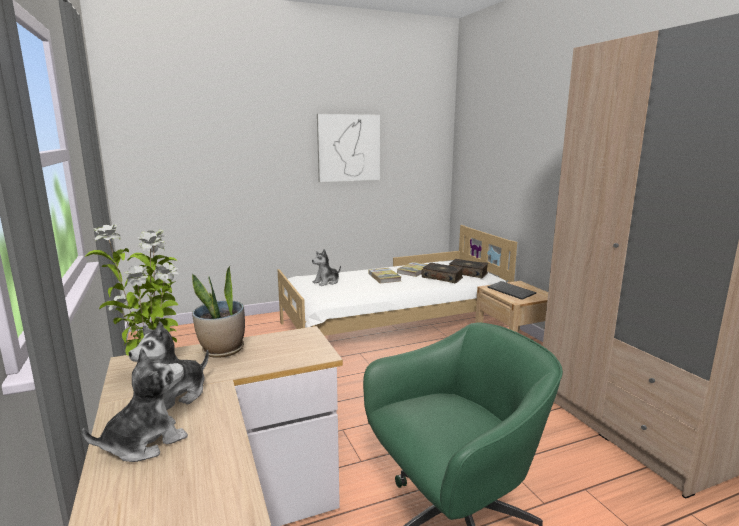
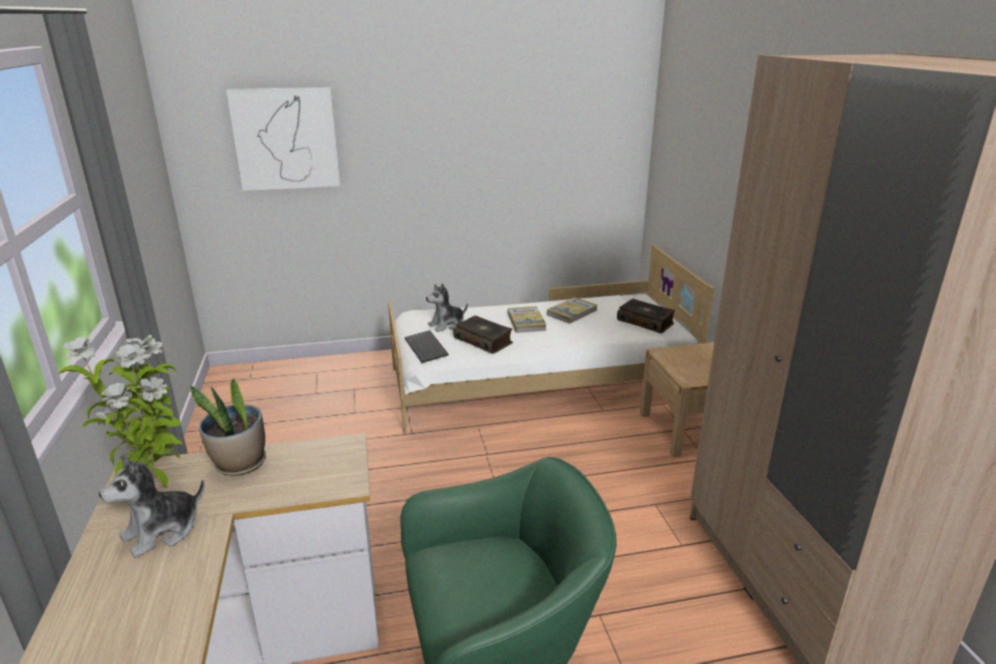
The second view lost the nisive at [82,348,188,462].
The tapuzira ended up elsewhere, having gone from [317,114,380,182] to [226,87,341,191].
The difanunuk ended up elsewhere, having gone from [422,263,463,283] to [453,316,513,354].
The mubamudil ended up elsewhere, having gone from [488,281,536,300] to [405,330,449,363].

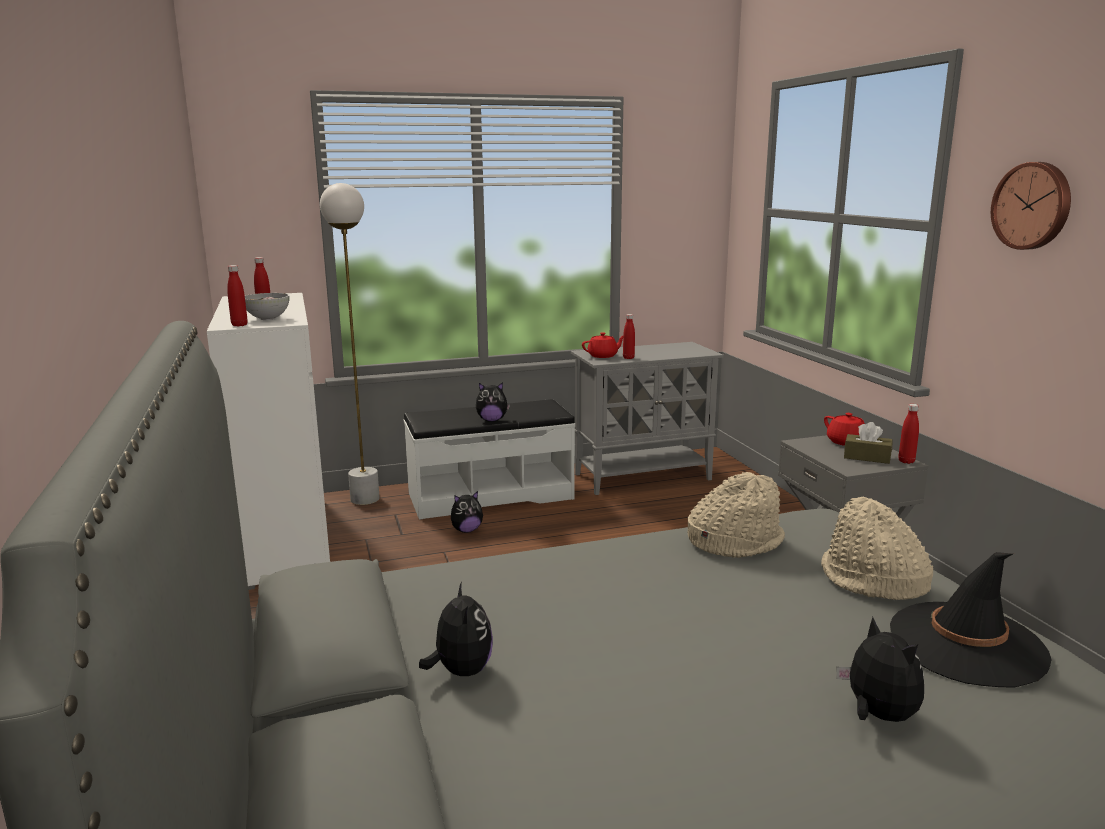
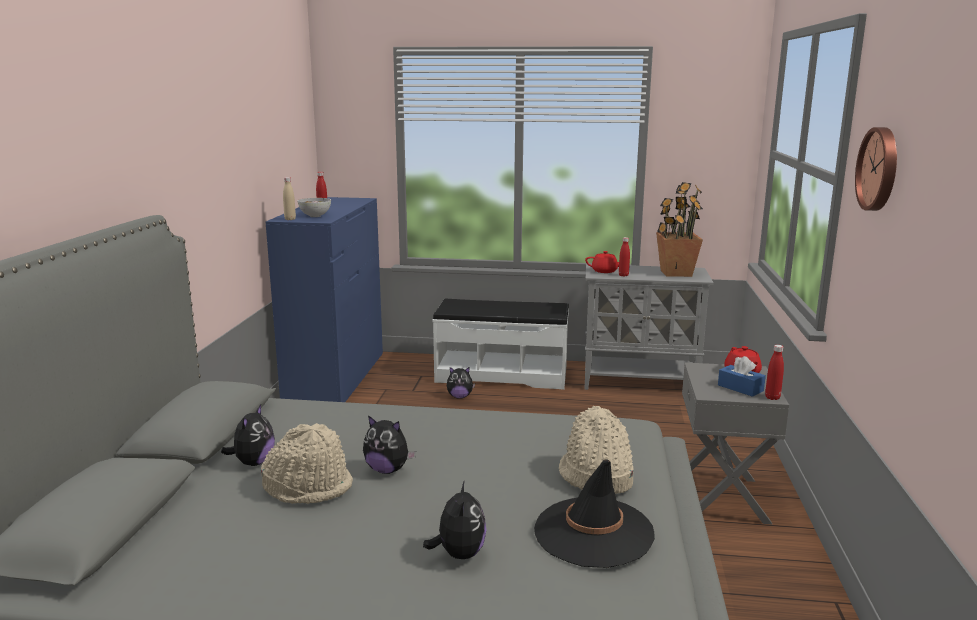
What was the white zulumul at [207,293,330,590] turned into the blue zulumul at [266,197,383,402].
What was the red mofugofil at [227,265,248,326] turned into the beige mofugofil at [283,177,296,220].
The second view lost the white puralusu at [320,183,380,505].
The nisive ended up elsewhere, having gone from [476,382,510,422] to [363,415,416,474].
The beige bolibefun ended up elsewhere, having gone from [688,472,785,558] to [261,423,353,504].
What was the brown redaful at [844,422,893,464] turned into the blue redaful at [718,356,766,397].
The second view gained the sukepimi at [656,182,703,277].

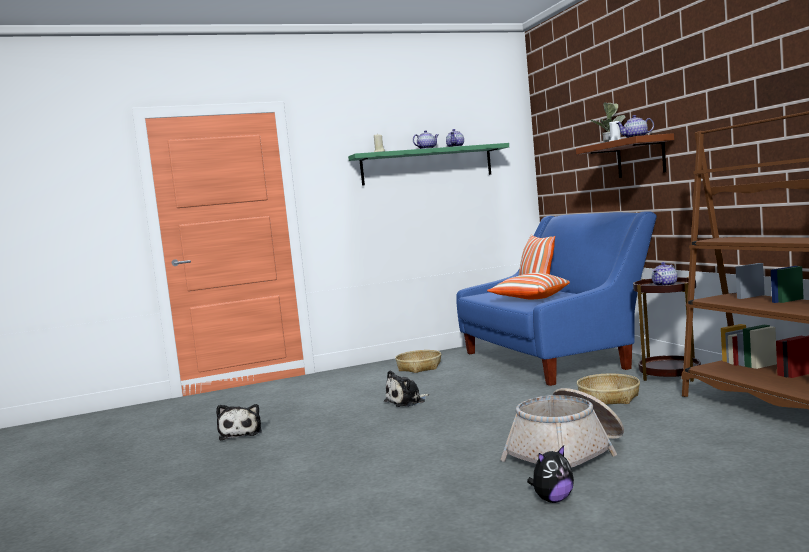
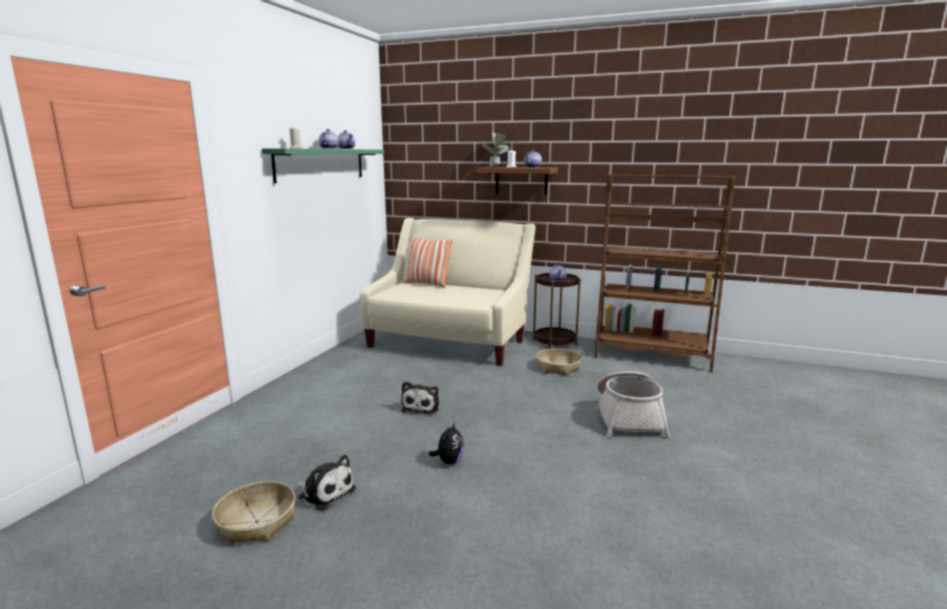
The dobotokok ended up elsewhere, having gone from [395,350,441,373] to [212,481,295,545].
What was the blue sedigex at [456,211,657,386] turned into the beige sedigex at [360,218,536,366].
The second view lost the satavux at [487,273,570,299].
The nisive ended up elsewhere, having gone from [527,445,574,503] to [429,422,464,464].

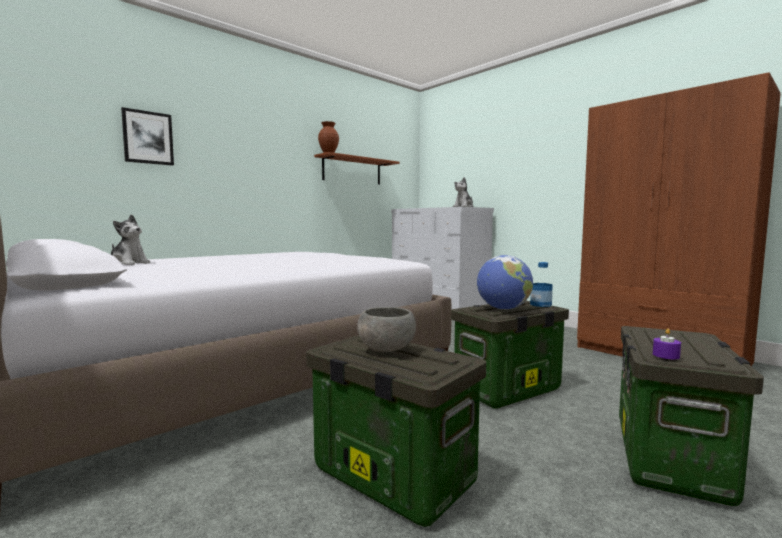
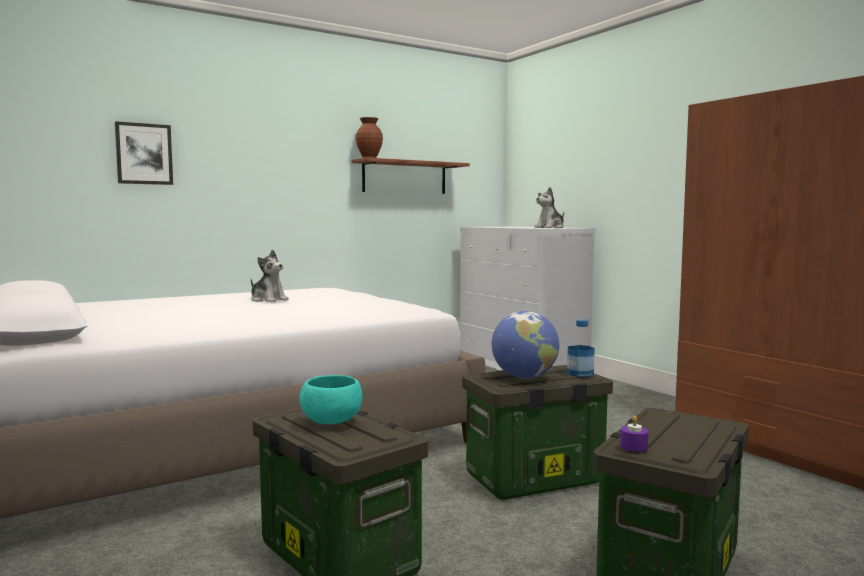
The nisive ended up elsewhere, having gone from [111,214,150,265] to [251,250,289,302].
What was the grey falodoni at [357,307,416,352] turned into the turquoise falodoni at [300,375,362,424].

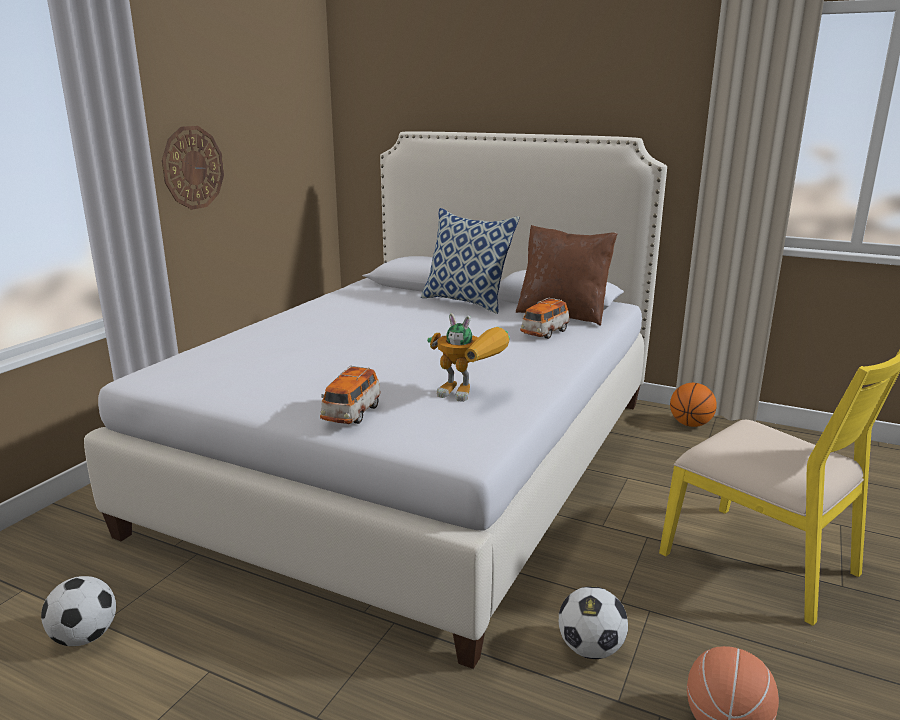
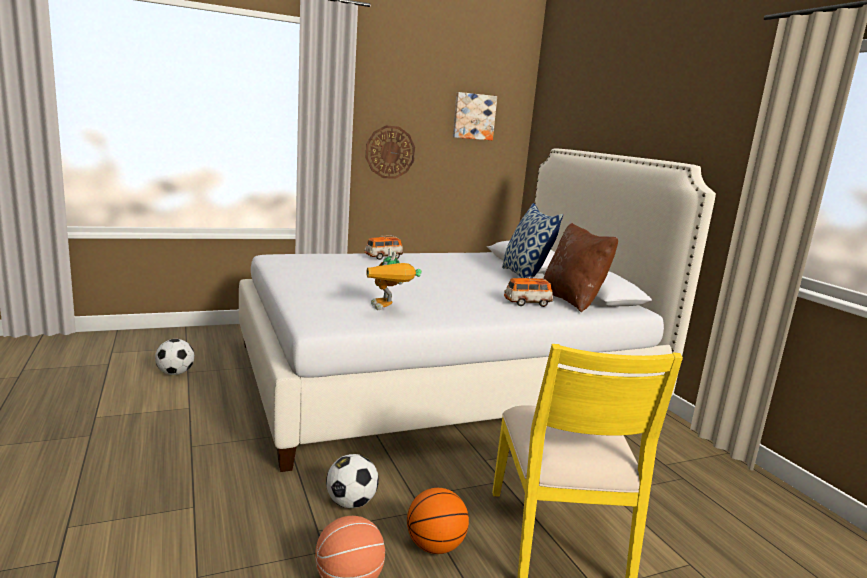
The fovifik ended up elsewhere, having gone from [320,365,381,424] to [364,235,403,260].
The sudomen ended up elsewhere, having gone from [670,383,717,427] to [407,488,469,554].
The second view gained the tapuzira at [453,92,497,140].

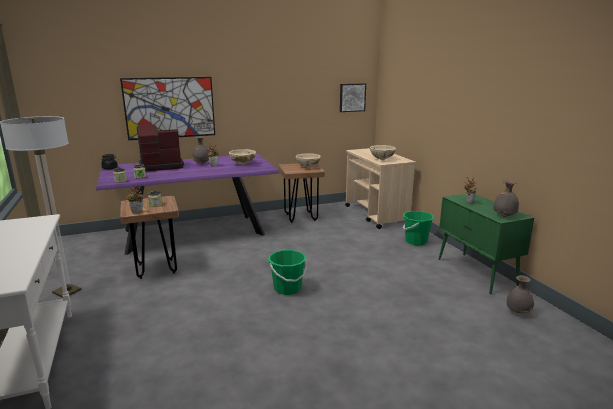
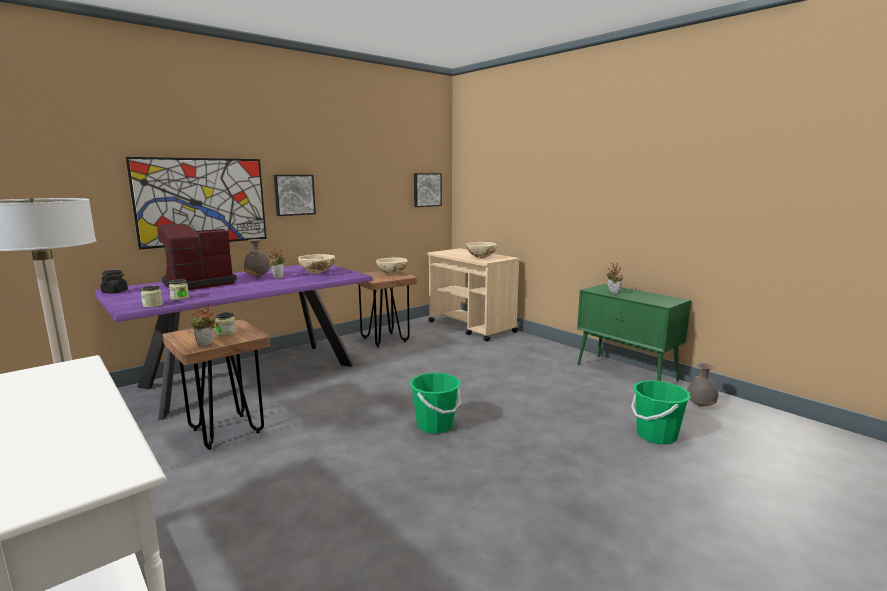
The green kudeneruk ended up elsewhere, having gone from [403,211,434,245] to [631,380,691,444].
The second view lost the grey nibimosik at [494,180,519,217].
The second view gained the tapuzira at [274,175,316,216].

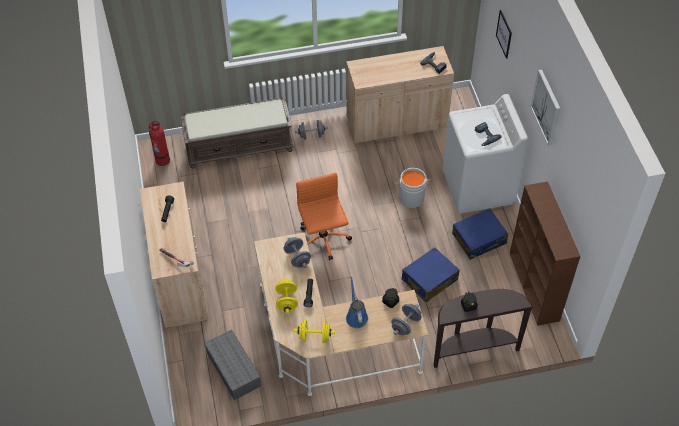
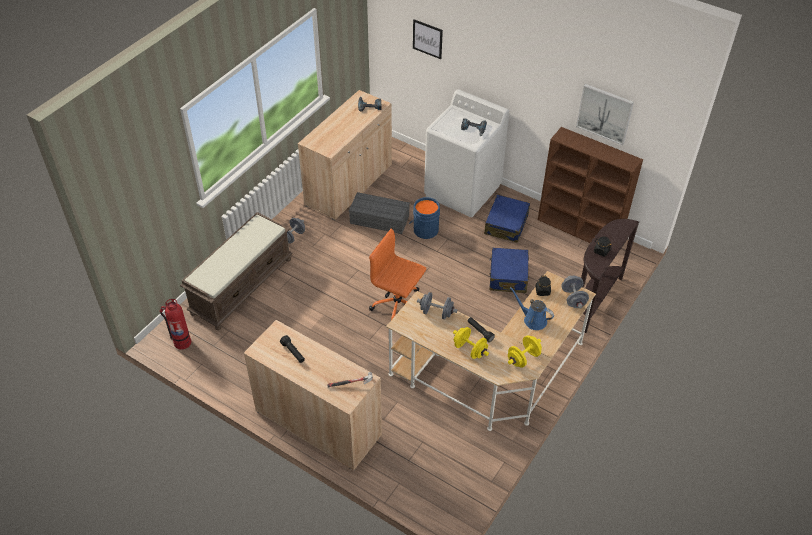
The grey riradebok ended up elsewhere, having gone from [204,330,261,400] to [349,192,410,234].
What was the grey kudeneruk at [394,168,430,208] turned into the blue kudeneruk at [409,197,440,239].
The tapuzira ended up elsewhere, having gone from [531,70,560,145] to [576,84,634,145].

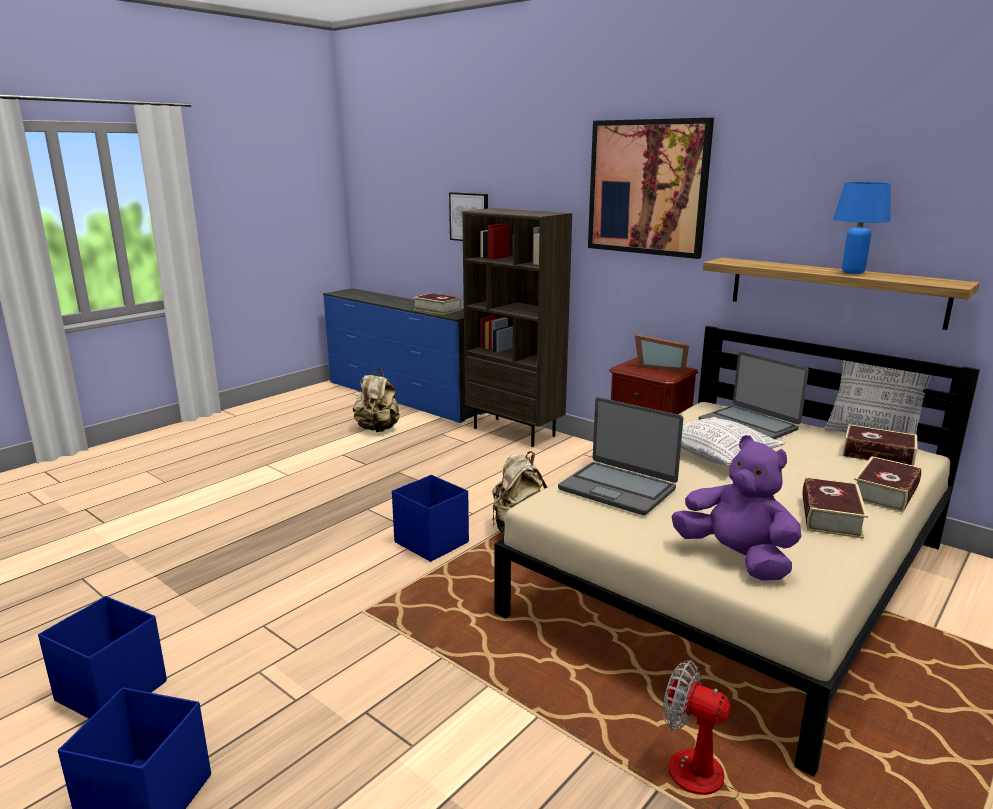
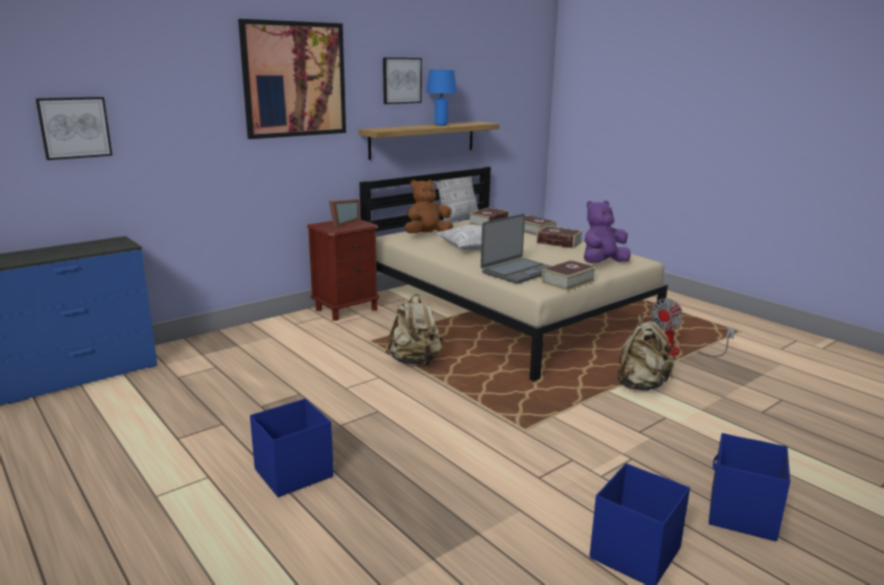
The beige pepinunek ended up elsewhere, having gone from [353,369,400,432] to [617,315,674,391].
The blue riradebok ended up elsewhere, having gone from [392,475,469,562] to [250,399,334,497].
The difanunuk ended up elsewhere, having gone from [413,293,462,315] to [542,260,597,291].
The second view lost the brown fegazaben at [462,208,572,447].
Where the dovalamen stood at [699,352,809,439], the brown nisive came to stand at [405,180,453,233].
The second view gained the tapuzira at [383,58,422,104].

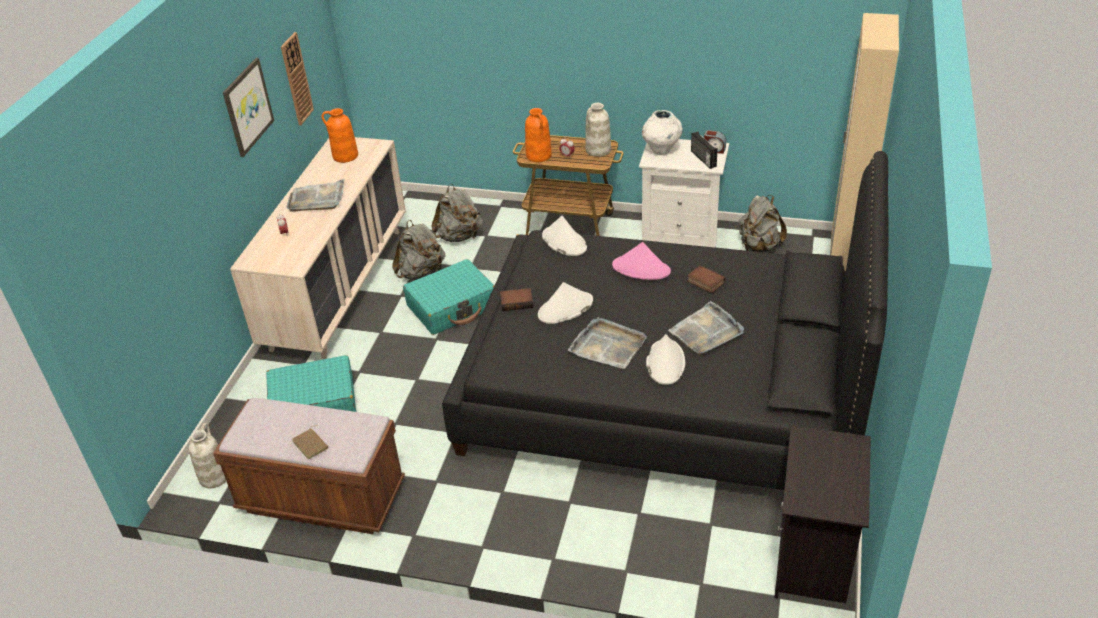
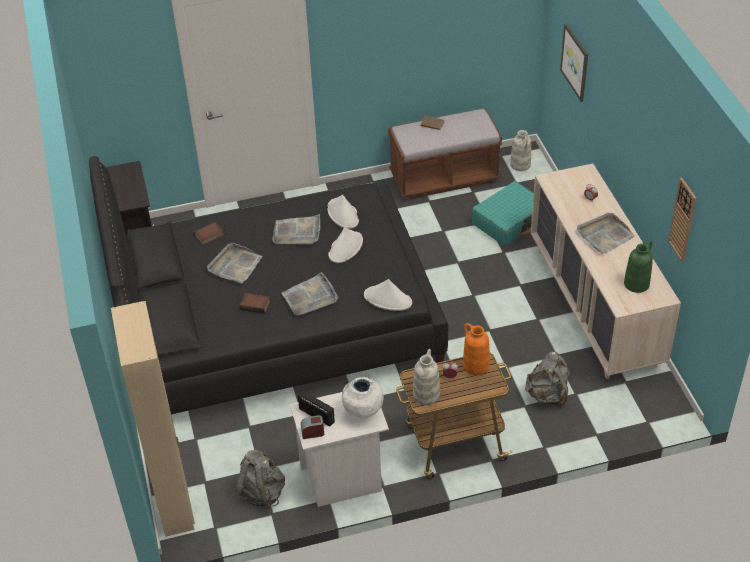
The tapuzira ended up elsewhere, having gone from [223,58,274,157] to [560,23,588,102].
What was the orange nibimosik at [322,108,358,163] turned into the green nibimosik at [624,241,653,293].
The second view lost the grey pepinunek at [392,220,445,280].
The second view lost the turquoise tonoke at [403,259,495,335].
The difanunuk ended up elsewhere, having gone from [500,288,533,311] to [194,222,224,245].
Where the pink bolibefun stood at [612,242,671,280], the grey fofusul came to stand at [281,272,338,316].
The white bolibefun ended up elsewhere, having gone from [646,334,685,385] to [327,195,359,229].

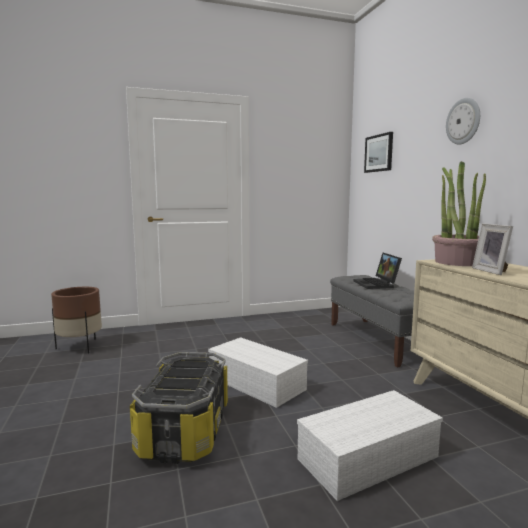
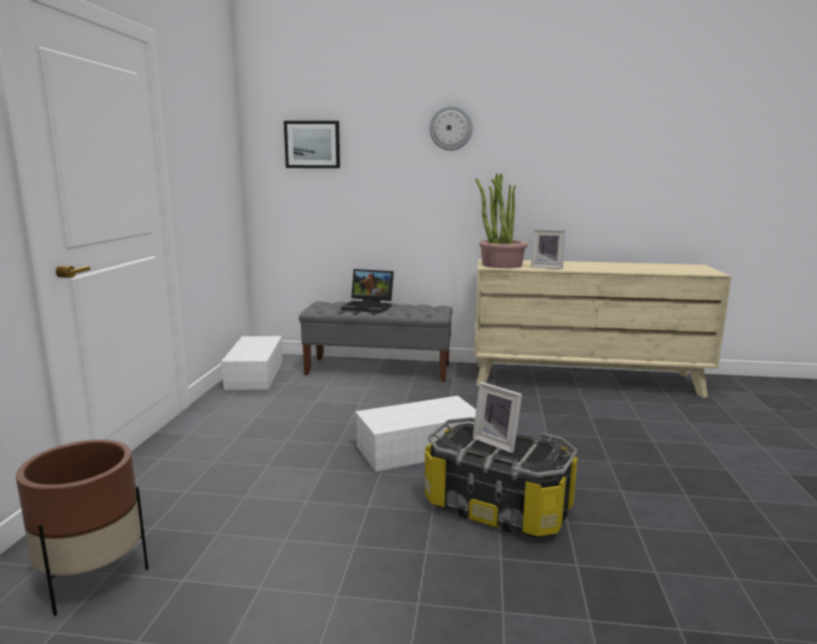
The white riradebok ended up elsewhere, having gone from [297,390,443,501] to [221,336,283,390].
The second view gained the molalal at [472,382,522,453].

